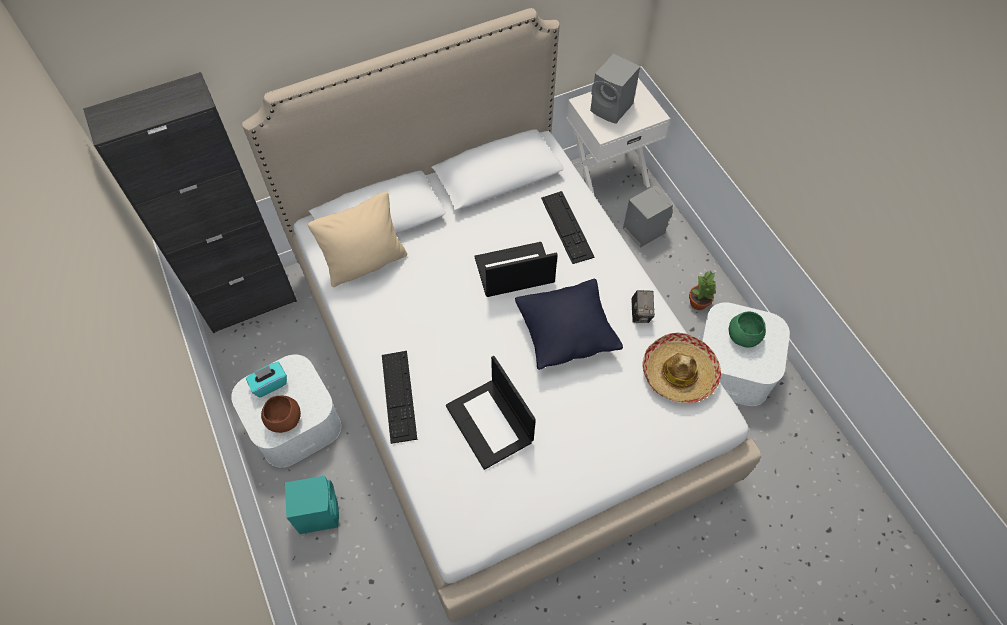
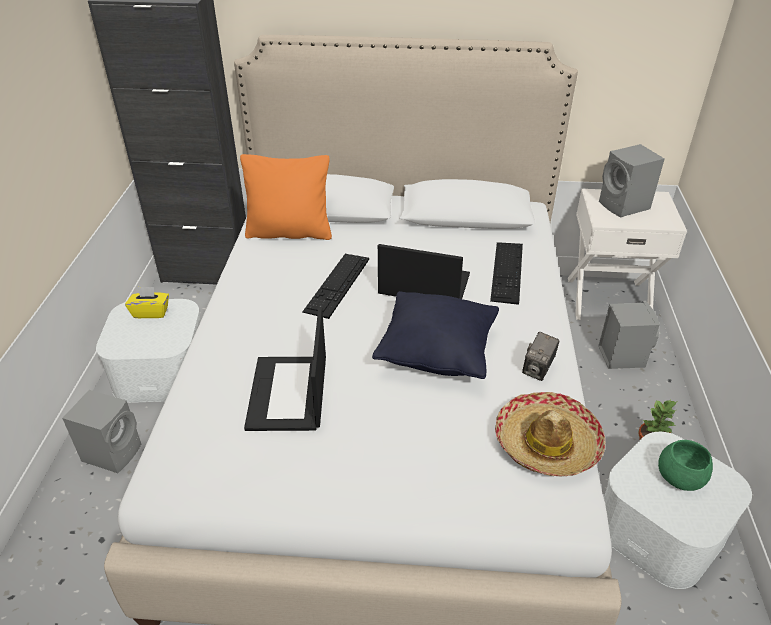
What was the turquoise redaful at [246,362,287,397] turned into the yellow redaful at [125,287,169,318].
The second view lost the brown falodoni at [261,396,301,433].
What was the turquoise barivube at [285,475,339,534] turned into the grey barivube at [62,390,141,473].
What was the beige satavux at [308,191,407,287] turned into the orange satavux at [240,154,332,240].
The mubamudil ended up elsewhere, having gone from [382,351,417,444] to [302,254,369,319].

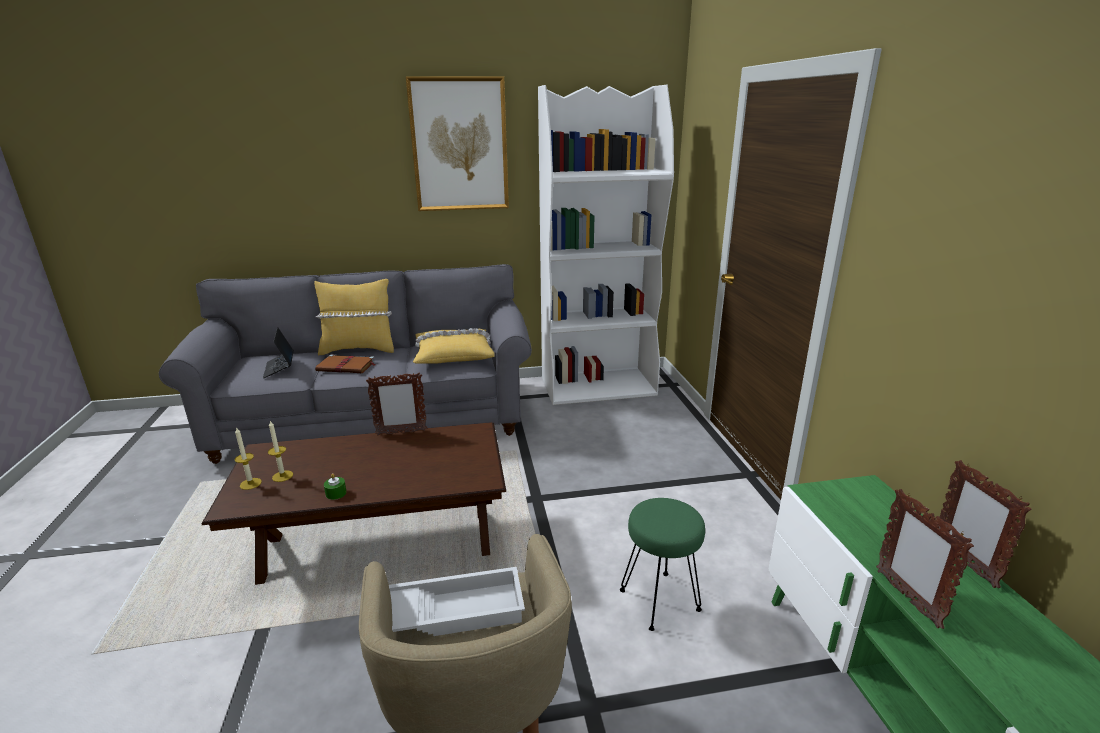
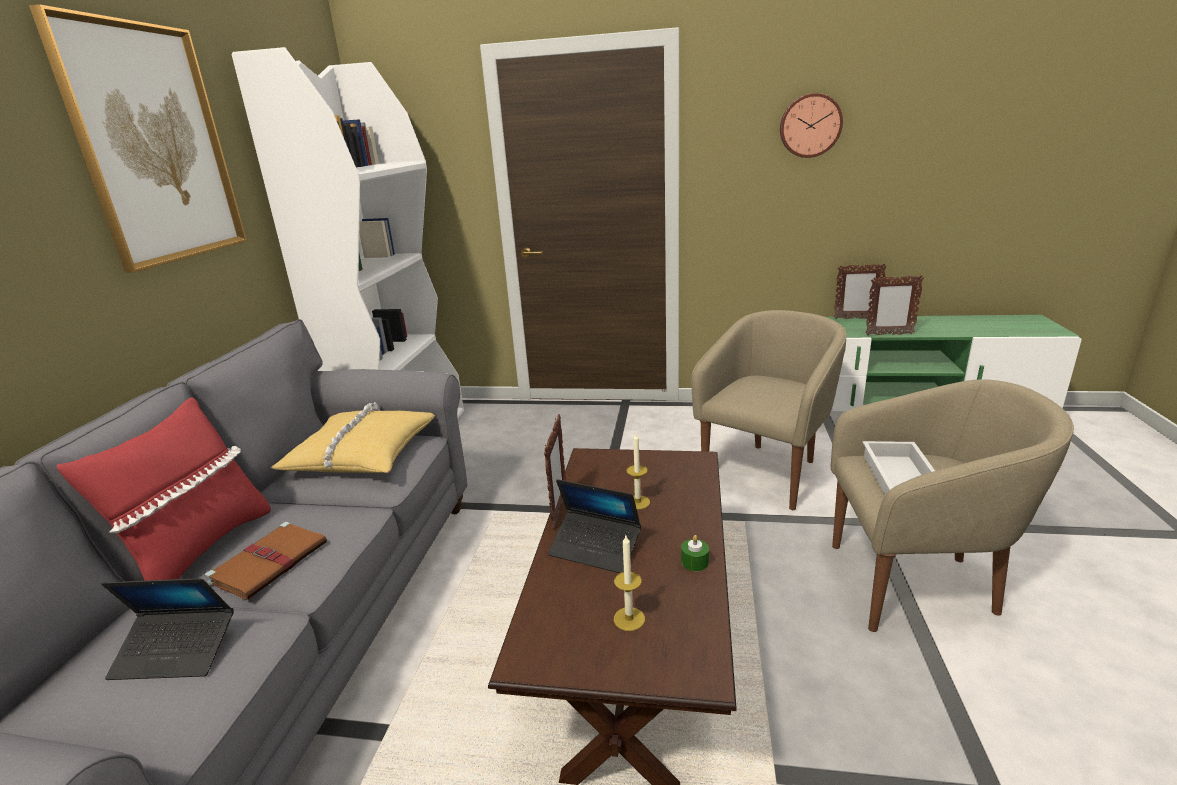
The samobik ended up elsewhere, having gone from [235,427,262,490] to [626,433,650,509].
What was the yellow satavux at [314,279,394,355] turned into the red satavux at [56,397,271,581].
Where the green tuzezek stood at [620,498,705,631], the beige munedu came to stand at [691,310,847,510].
The second view gained the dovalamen at [548,479,641,573].
The second view gained the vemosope at [780,93,843,158].

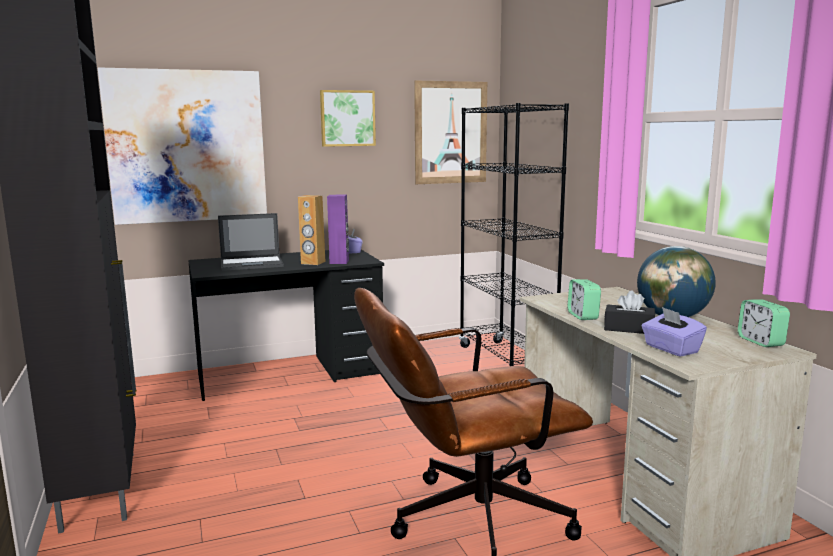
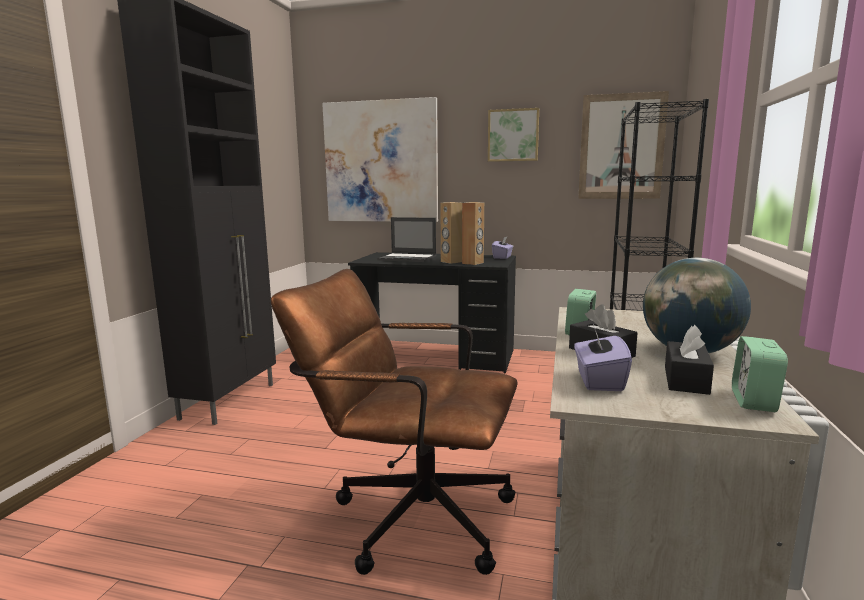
What was the purple barivube at [327,195,349,264] turned into the brown barivube at [462,202,484,265].
The second view gained the black redaful at [665,325,714,395].

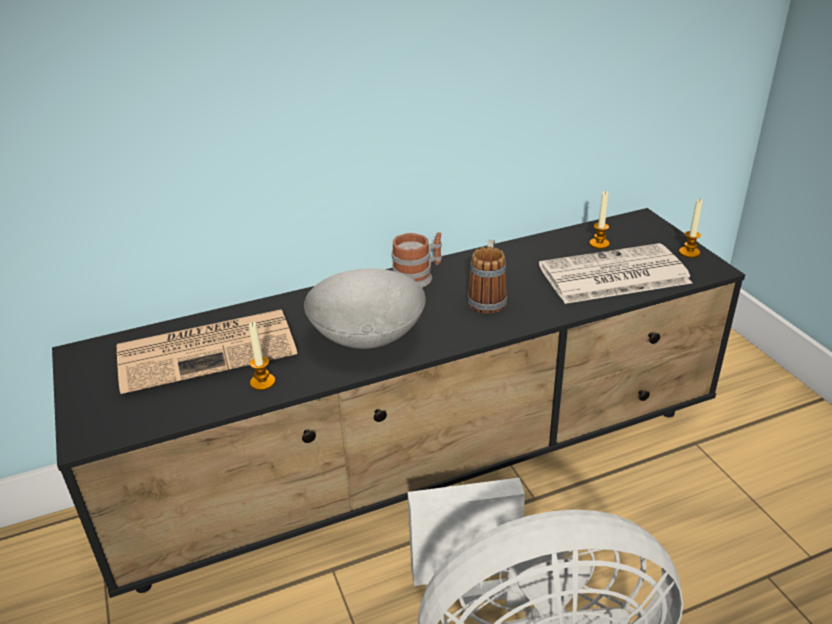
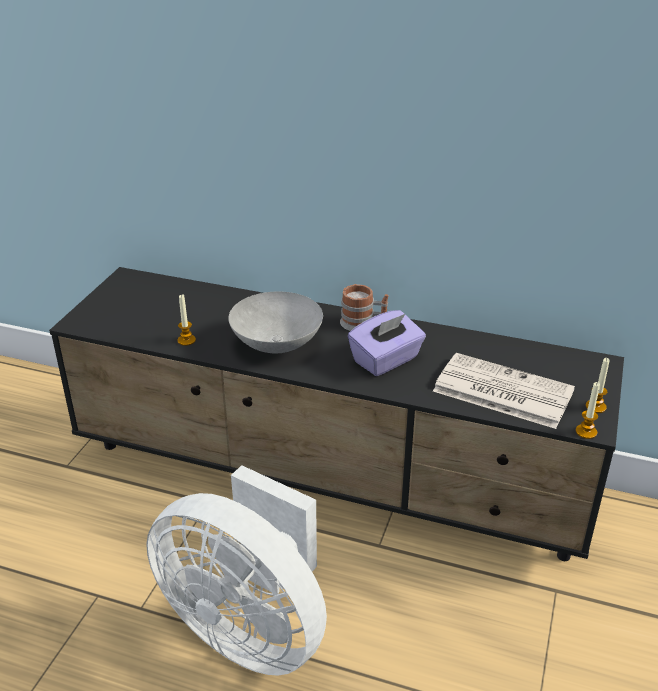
The second view lost the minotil at [117,309,297,394].
Where the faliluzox stood at [467,240,507,314], the purple redaful came to stand at [348,310,426,376].
The samobik ended up elsewhere, having gone from [589,191,610,249] to [575,382,600,439].

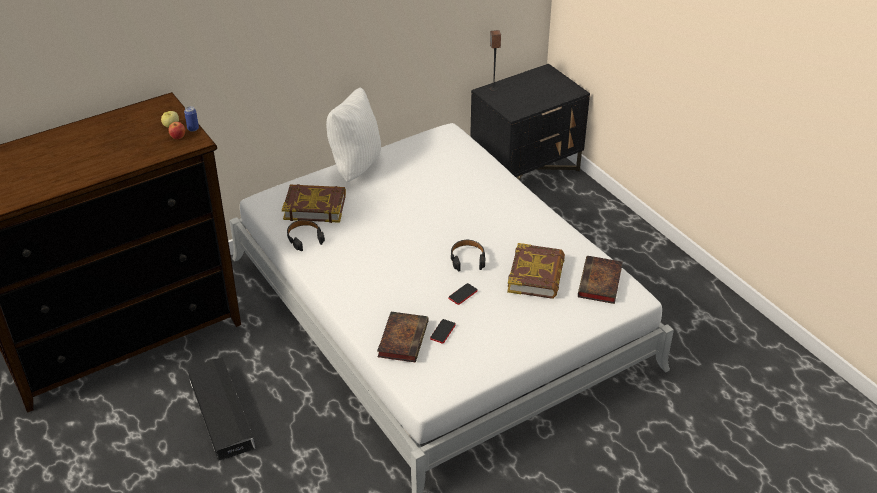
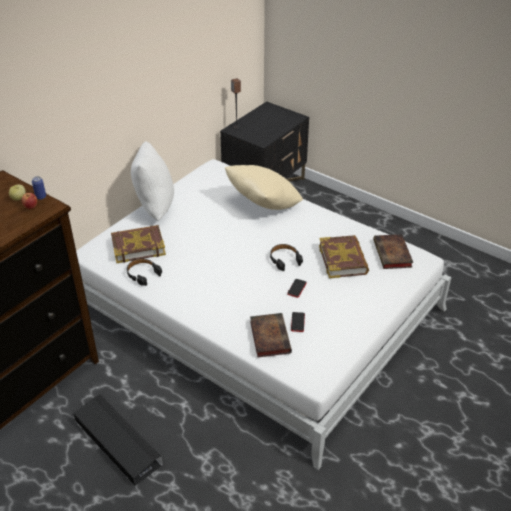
The second view gained the beige satavux at [225,165,303,210].

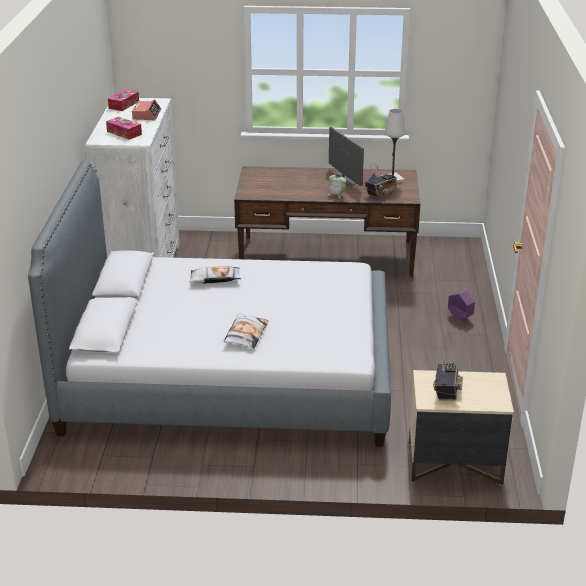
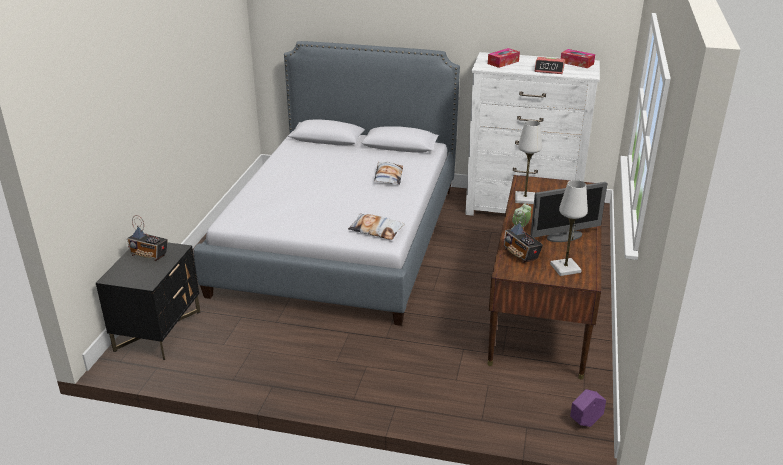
The satavux ended up elsewhere, having gone from [223,313,268,348] to [348,214,405,240].
What was the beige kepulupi at [409,370,514,486] turned into the black kepulupi at [96,242,200,360].
The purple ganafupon ended up elsewhere, having gone from [448,290,475,320] to [570,389,606,427].
The second view gained the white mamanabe at [515,120,542,204].

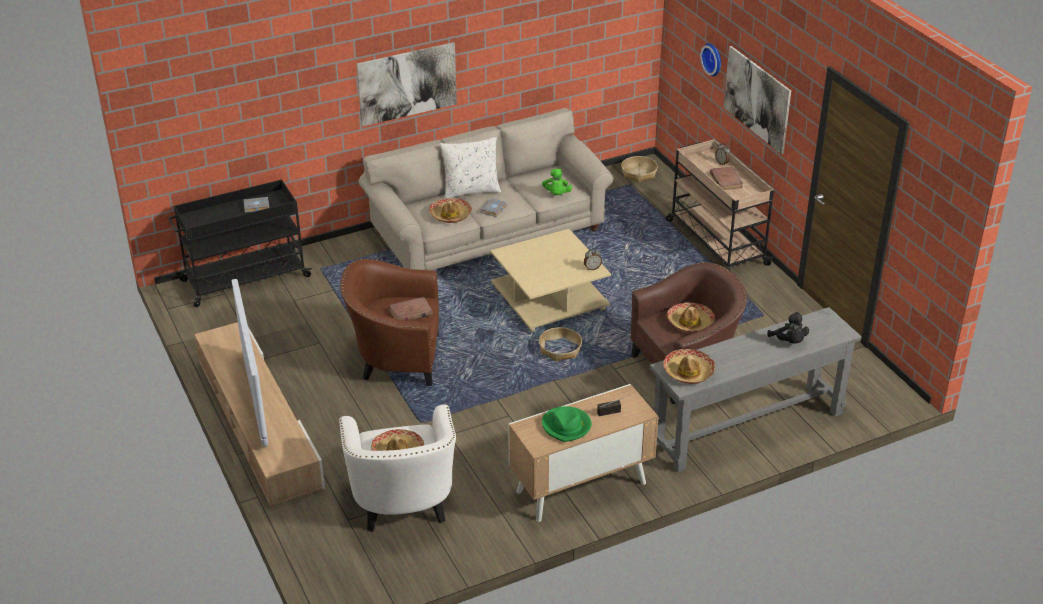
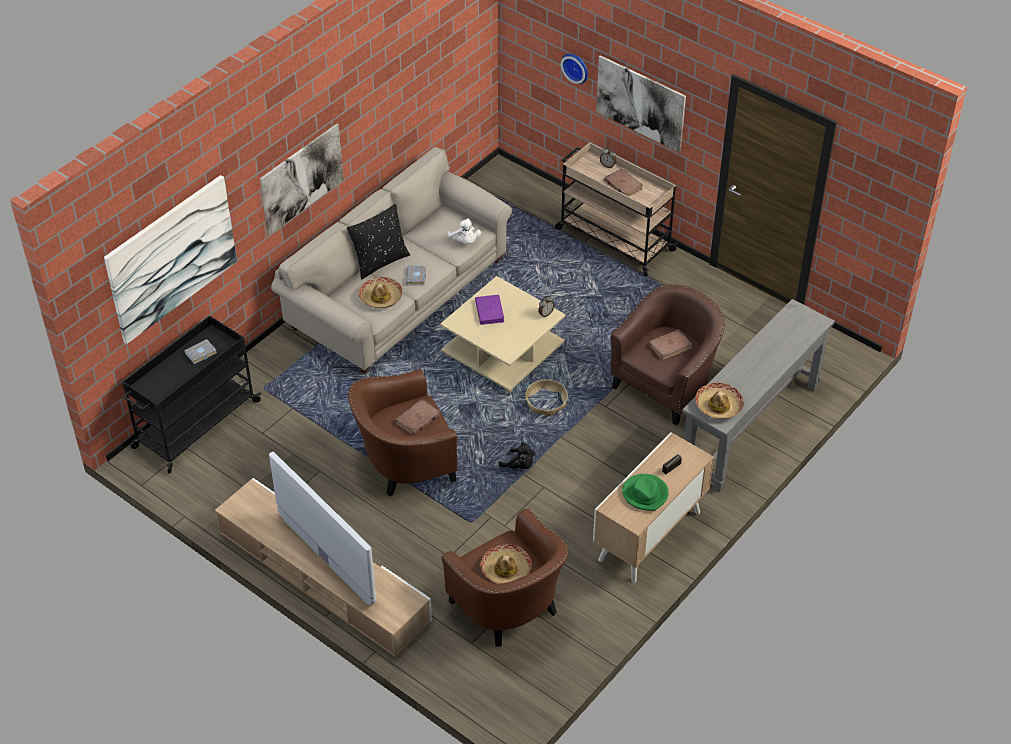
What was the white munedu at [339,404,456,532] turned into the brown munedu at [441,508,569,647].
What was the white satavux at [440,137,501,199] turned into the black satavux at [347,203,410,279].
What was the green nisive at [542,169,572,195] turned into the white nisive at [448,218,481,244].
The second view lost the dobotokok at [621,156,658,183].
Where the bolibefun stood at [667,303,715,333], the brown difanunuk came to stand at [649,329,692,360].
The black nisive ended up elsewhere, having gone from [767,312,809,344] to [498,442,534,469].
The second view gained the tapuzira at [104,175,237,344].
The second view gained the purple difanunuk at [475,295,504,325].

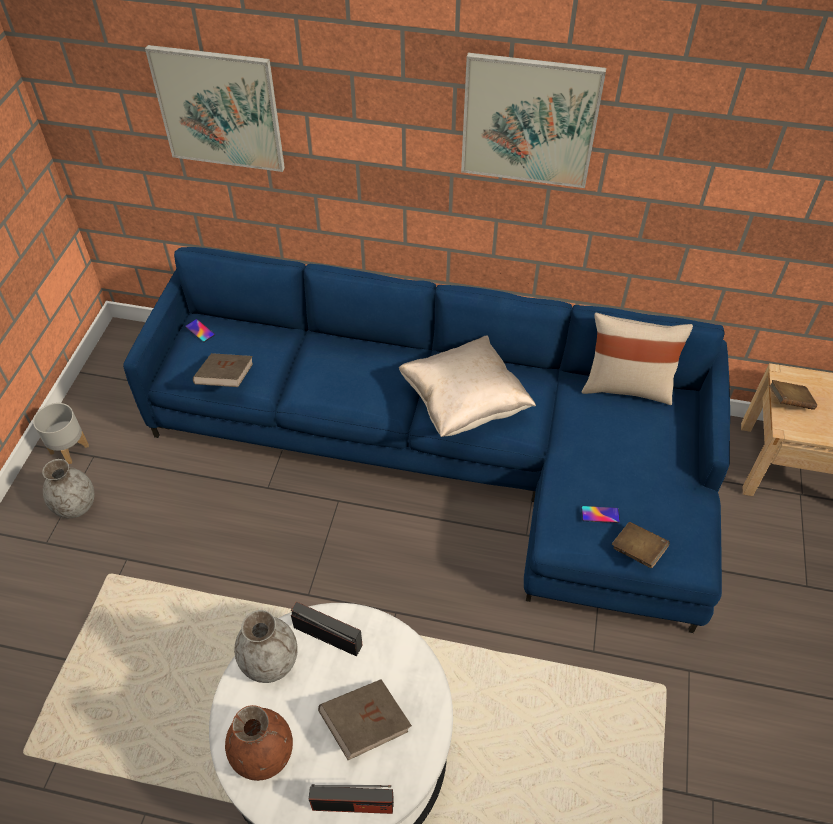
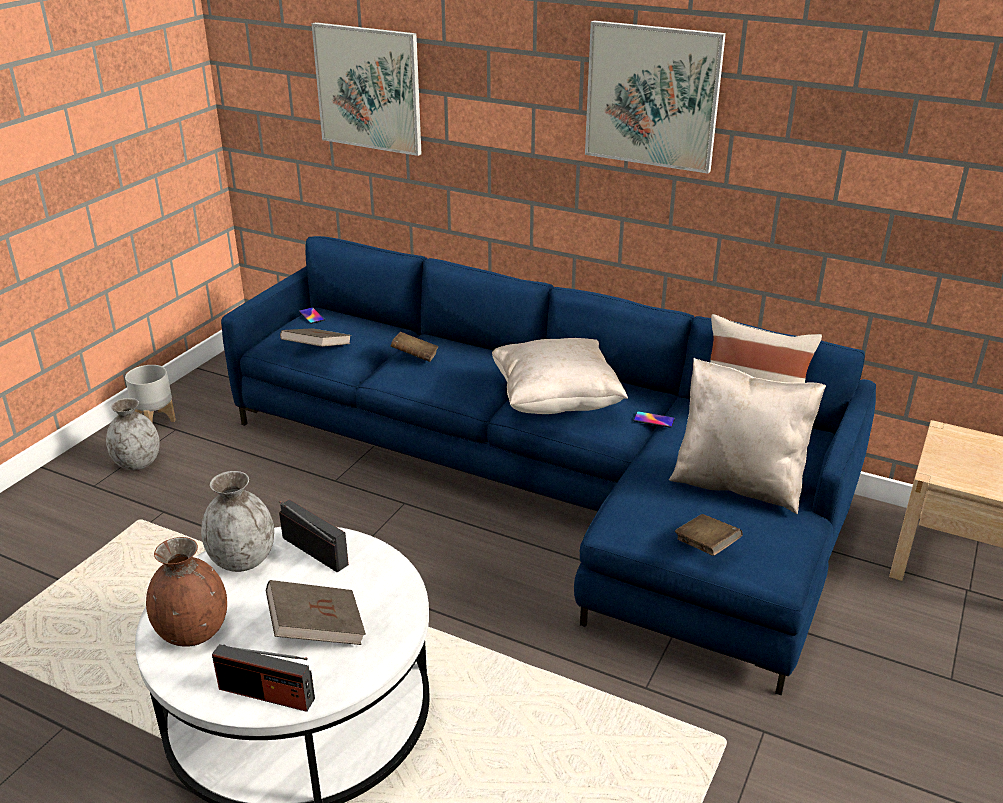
The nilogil ended up elsewhere, having gone from [581,506,620,523] to [633,411,675,428].
The brown difanunuk ended up elsewhere, having gone from [769,380,817,410] to [391,332,438,362].
The second view gained the beige satavux at [669,358,826,514].

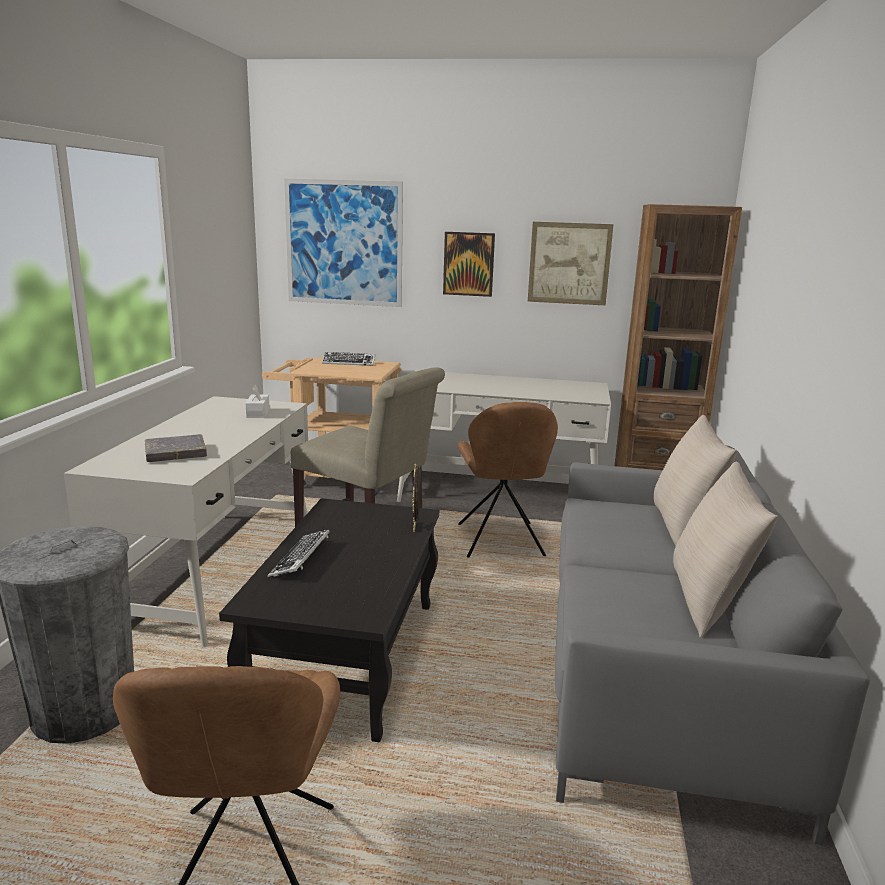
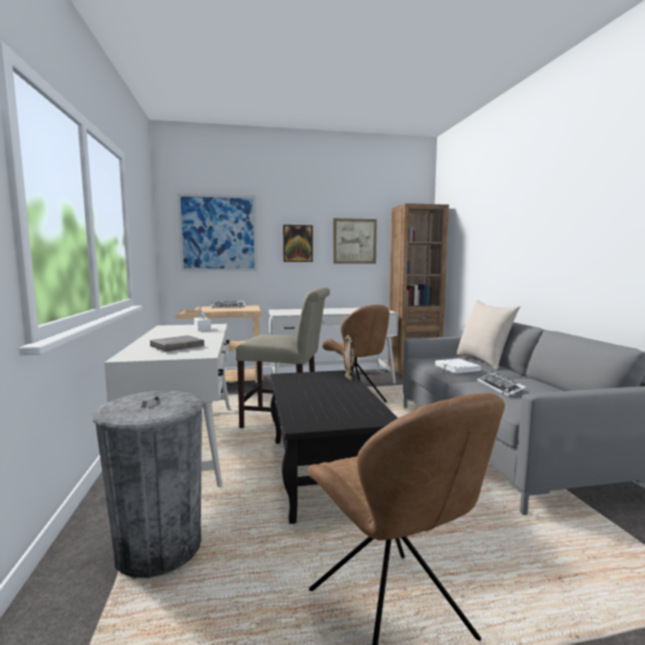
The mubamudil ended up elsewhere, having gone from [267,529,330,578] to [477,371,527,397].
The second view lost the beige satavux at [673,461,778,638].
The second view gained the white difanunuk at [435,358,481,373].

